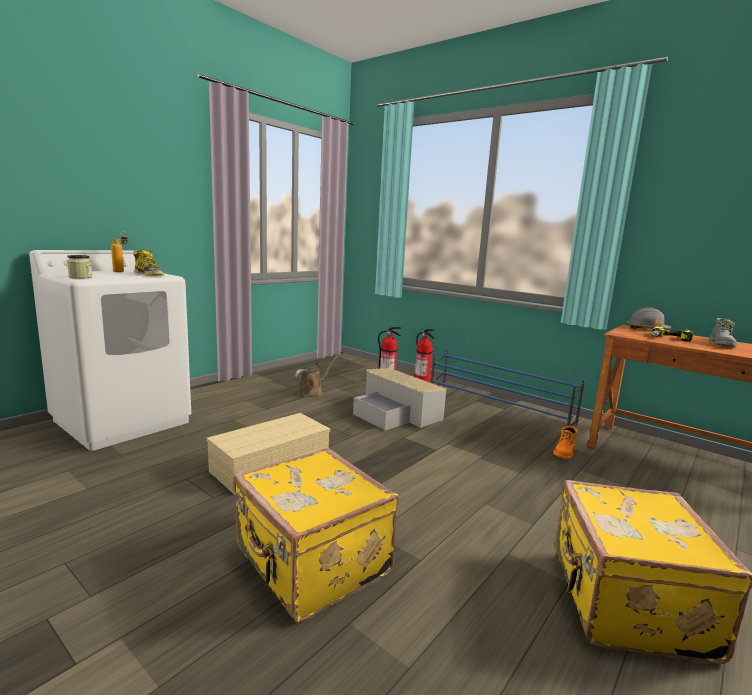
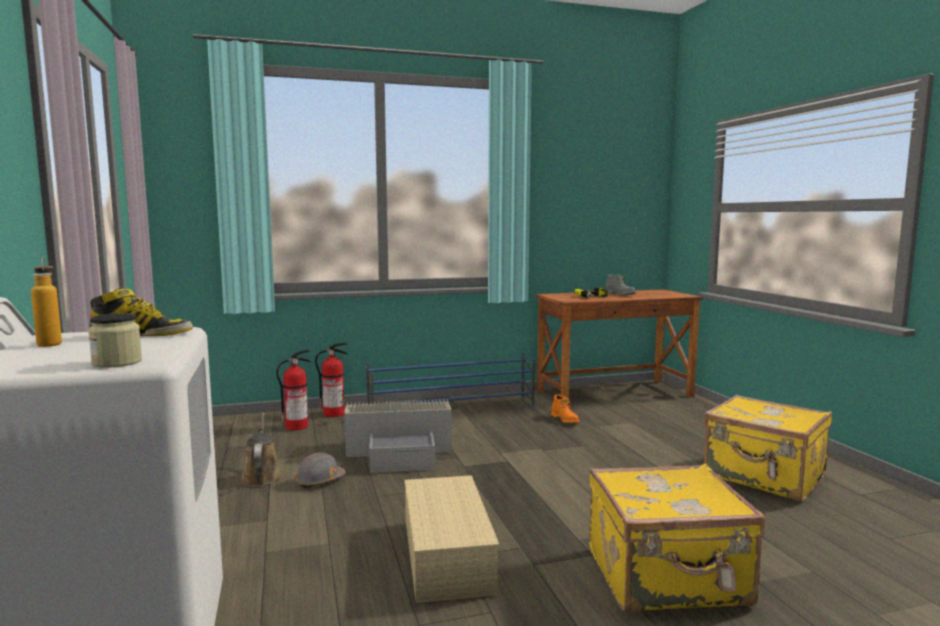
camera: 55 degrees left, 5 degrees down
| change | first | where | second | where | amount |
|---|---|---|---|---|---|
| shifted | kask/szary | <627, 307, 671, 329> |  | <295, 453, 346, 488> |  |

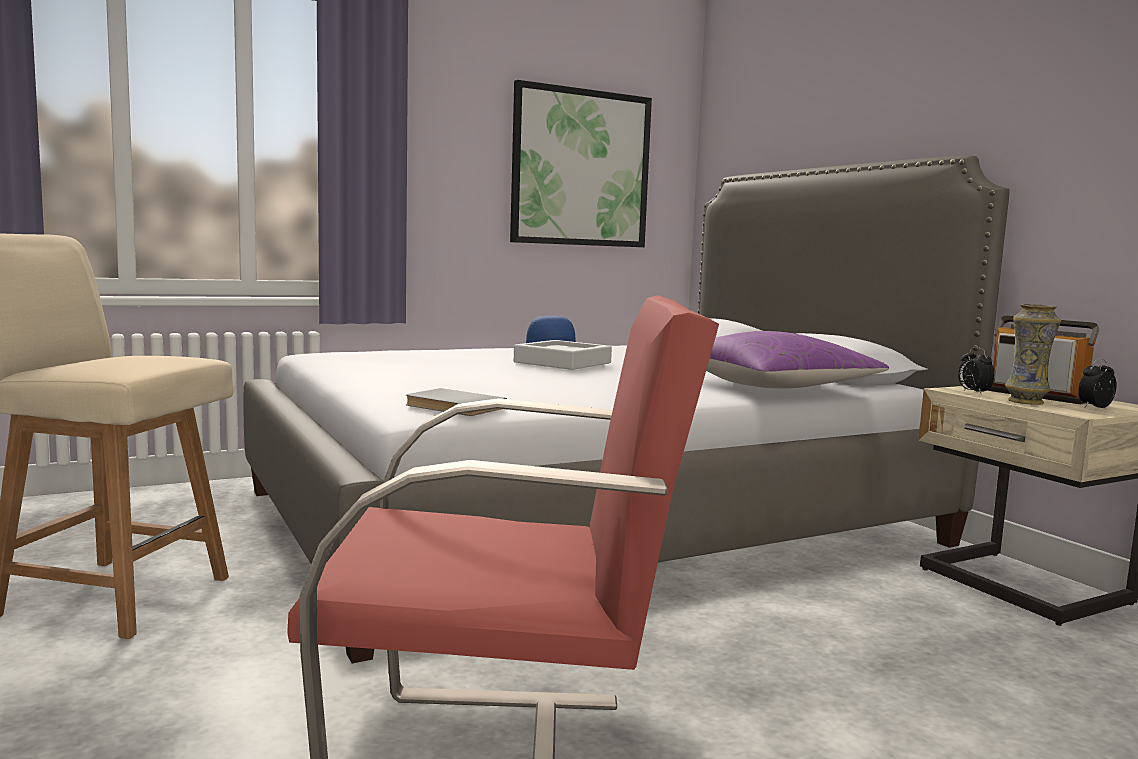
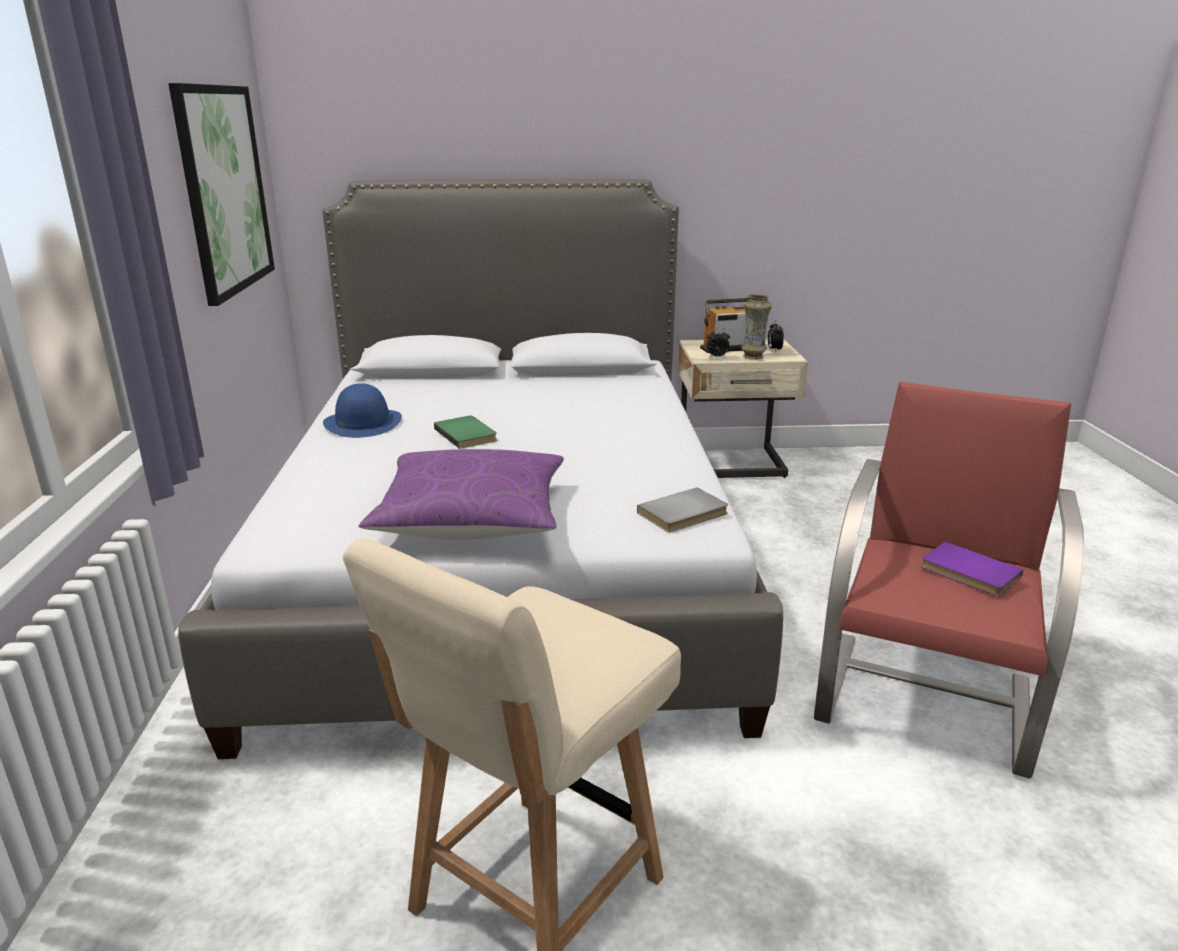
camera: 65 degrees left, 15 degrees up
| change | first | where | second | where | amount |
|---|---|---|---|---|---|
| shifted | poduszka/fioletowy | <706, 331, 889, 389> |  | <358, 449, 564, 540> |  |
| swapped | taca/szary | <514, 340, 612, 370> | książka/zielony | <434, 416, 497, 449> |  |
| new |  |  | książka/fioletowy | <921, 542, 1024, 596> |  |

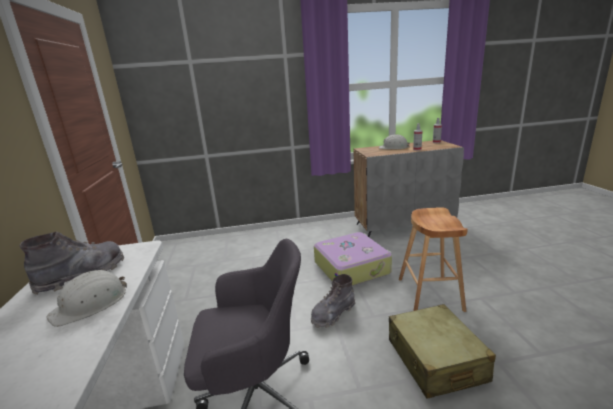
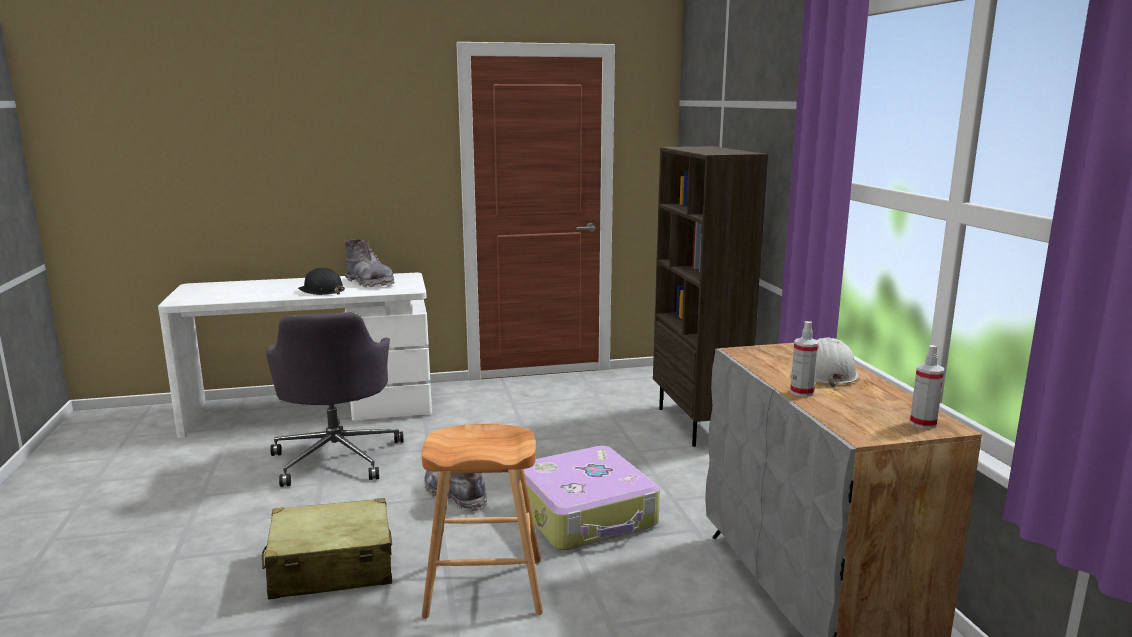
camera: 85 degrees right, 5 degrees down
| change | first | where | second | where | amount |
|---|---|---|---|---|---|
| repainted | kask/biały | <47, 270, 127, 327> | kask/czarny | <298, 268, 345, 295> |  |
| new |  |  | regał/brązowy | <653, 146, 768, 447> |  |

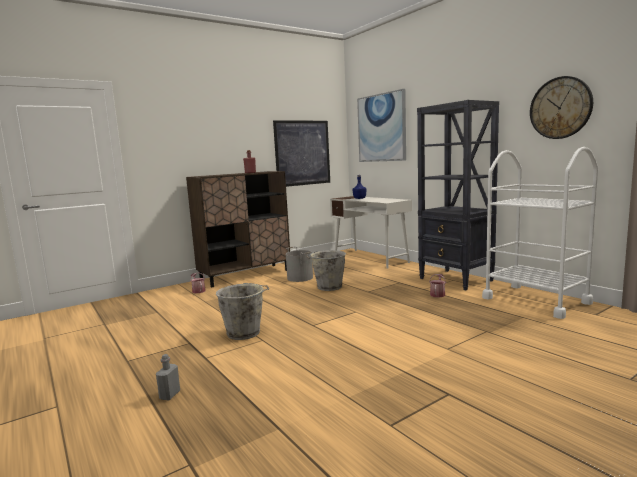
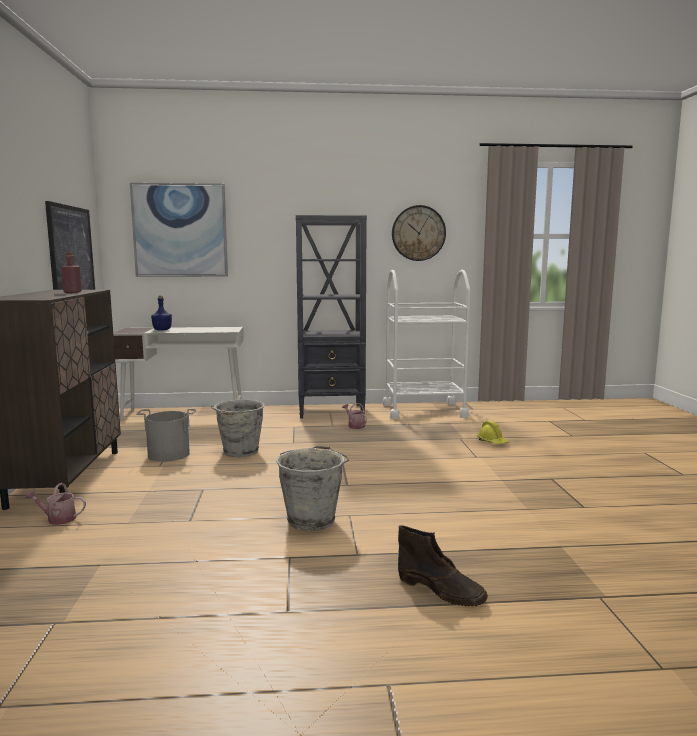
camera: 60 degrees left, 0 degrees up
| change | first | where | second | where | amount |
|---|---|---|---|---|---|
| swapped | butelka/szary | <156, 354, 180, 400> | but z cholewką/brązowy | <398, 525, 488, 607> |  |
| new |  |  | kask/żółty | <477, 421, 509, 444> |  |

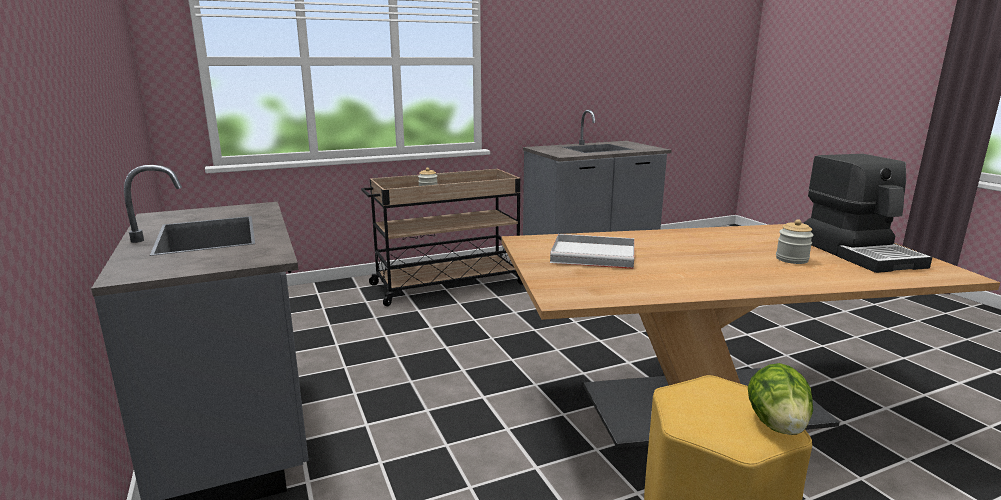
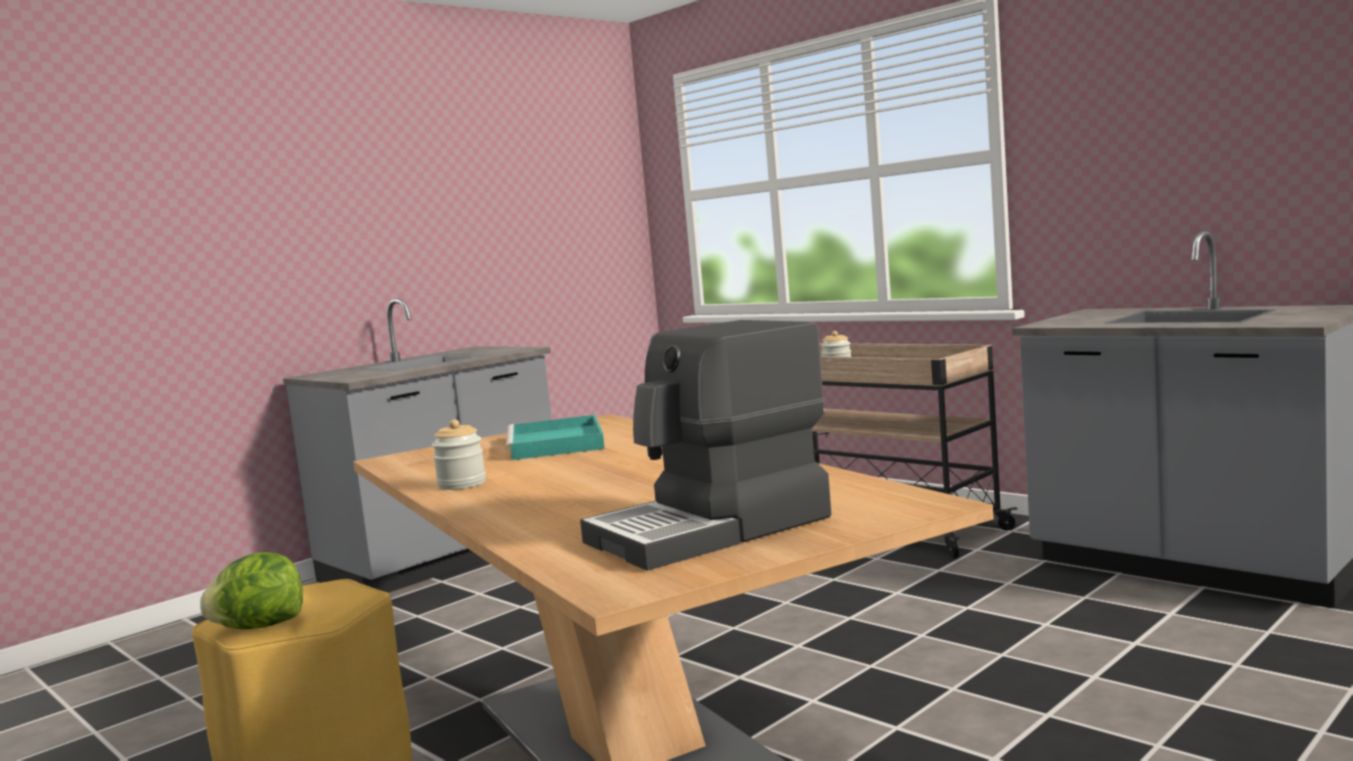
camera: 70 degrees right, 10 degrees down
| change | first | where | second | where | amount |
|---|---|---|---|---|---|
| shifted | słoik | <776, 220, 814, 264> |  | <432, 419, 486, 490> |  |
| repainted | taca/biały | <550, 234, 634, 269> | taca/turkusowy | <506, 415, 605, 460> |  |

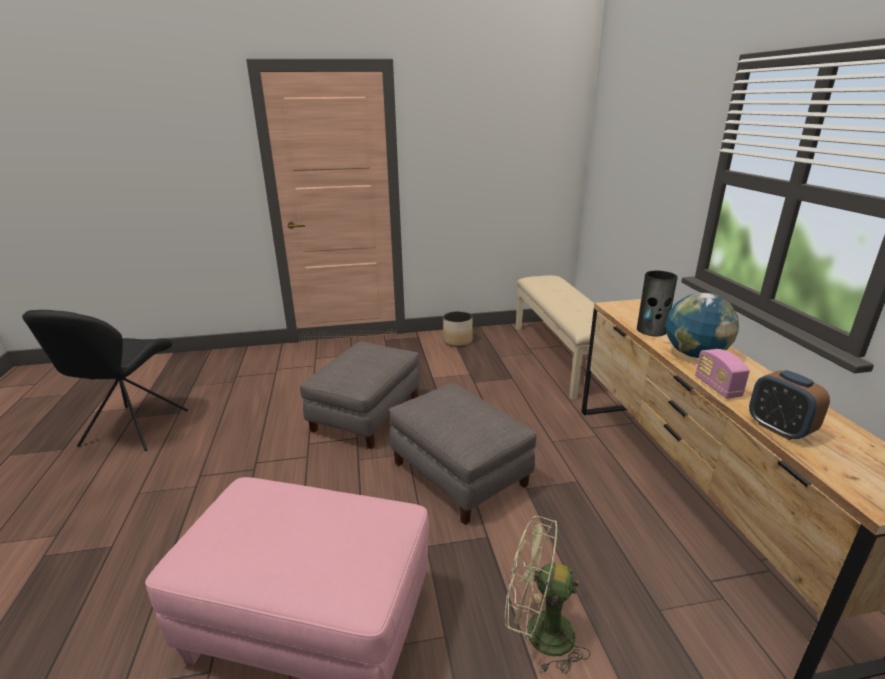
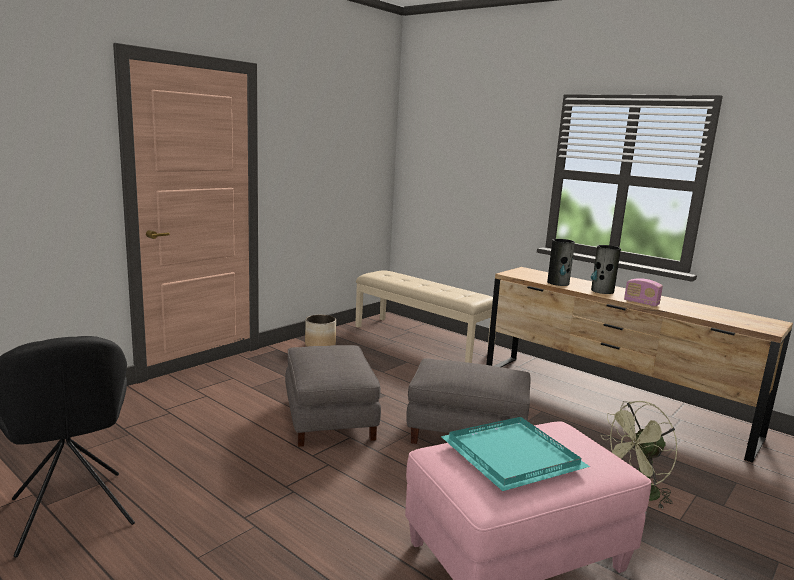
camera: 40 degrees left, 10 degrees down
| change | first | where | second | where | amount |
|---|---|---|---|---|---|
| new |  |  | taca/turkusowy | <441, 417, 590, 491> |  |
| swapped | globus | <666, 293, 739, 358> | wazon | <591, 245, 621, 294> |  |
| gone | budzik | <749, 370, 830, 440> |  |  |  |

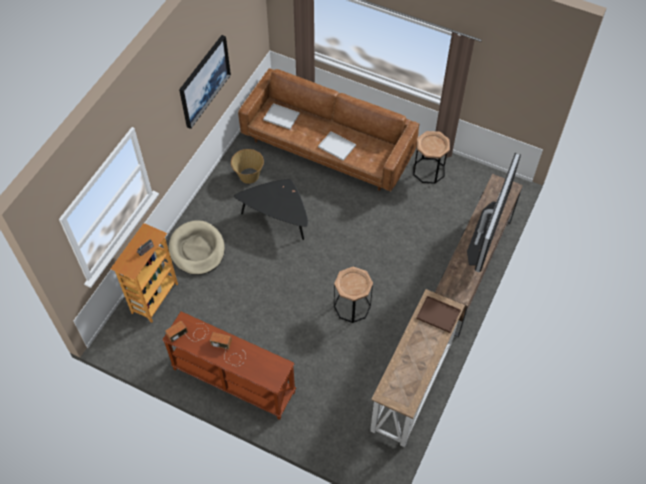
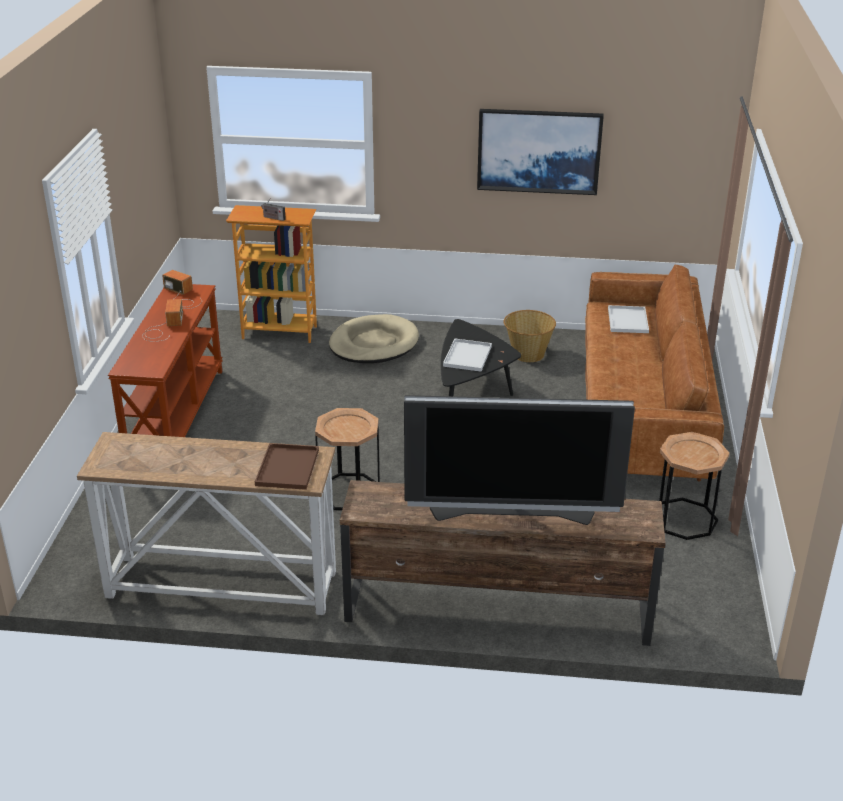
camera: 70 degrees right, 25 degrees down
| change | first | where | second | where | amount |
|---|---|---|---|---|---|
| shifted | taca/biały | <318, 131, 356, 161> |  | <443, 339, 492, 372> |  |

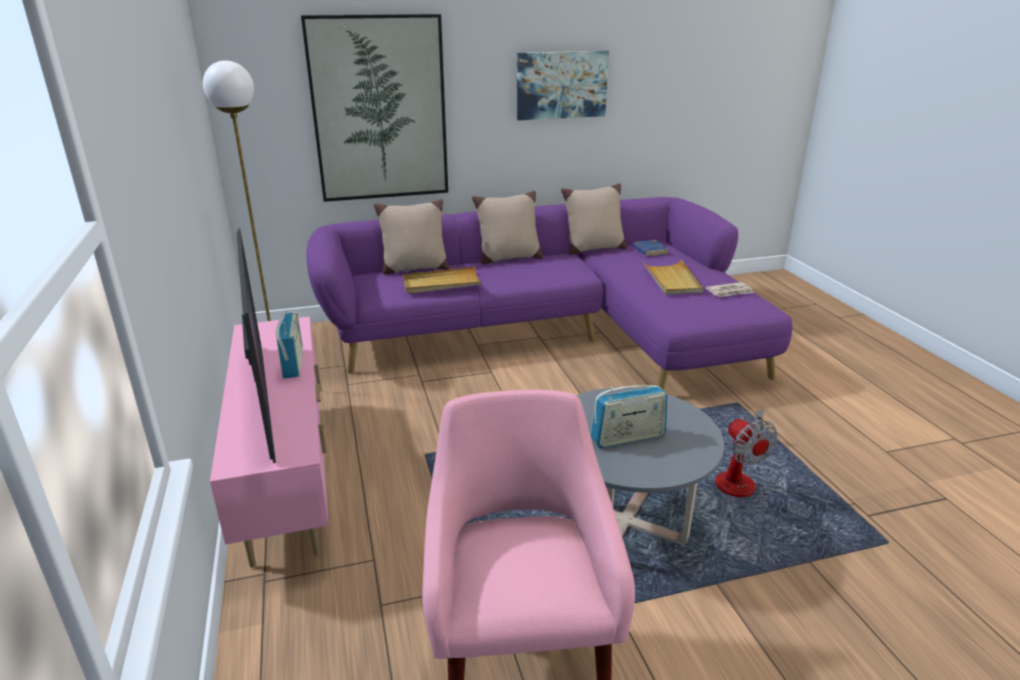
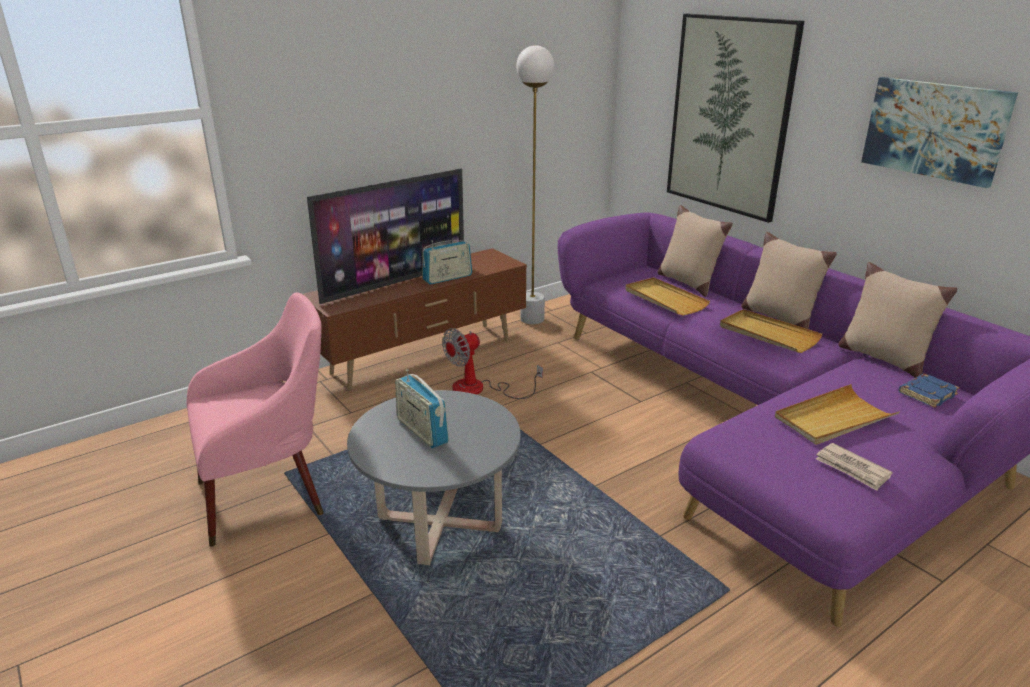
camera: 70 degrees right, 0 degrees up
| change | first | where | second | where | amount |
|---|---|---|---|---|---|
| repainted | szafka pod telewizor/różowy | <210, 317, 329, 568> | szafka pod telewizor/brązowy | <303, 248, 527, 391> |  |
| shifted | wentylator | <716, 409, 777, 497> |  | <442, 328, 543, 399> |  |
| new |  |  | taca/beżowy | <720, 309, 823, 353> |  |

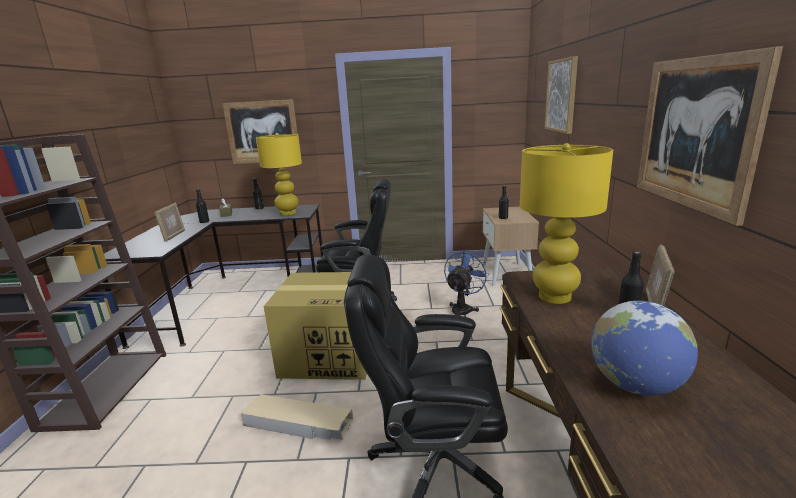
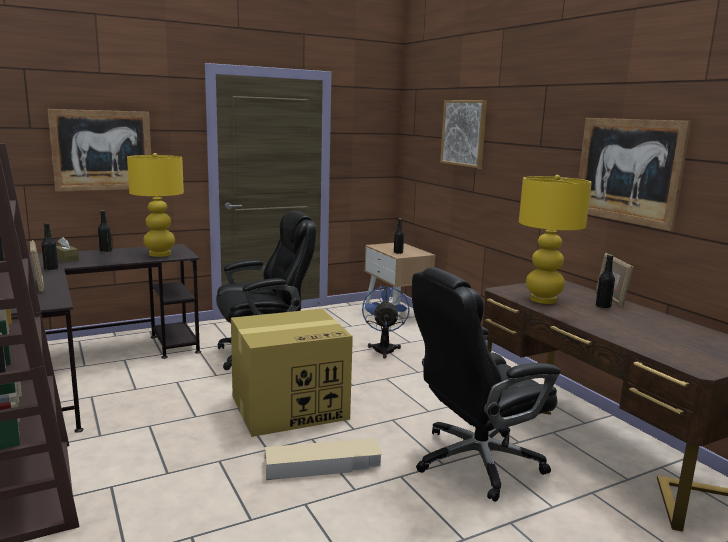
camera: 30 degrees left, 5 degrees down
| change | first | where | second | where | amount |
|---|---|---|---|---|---|
| gone | globus | <591, 301, 698, 396> |  |  |  |

